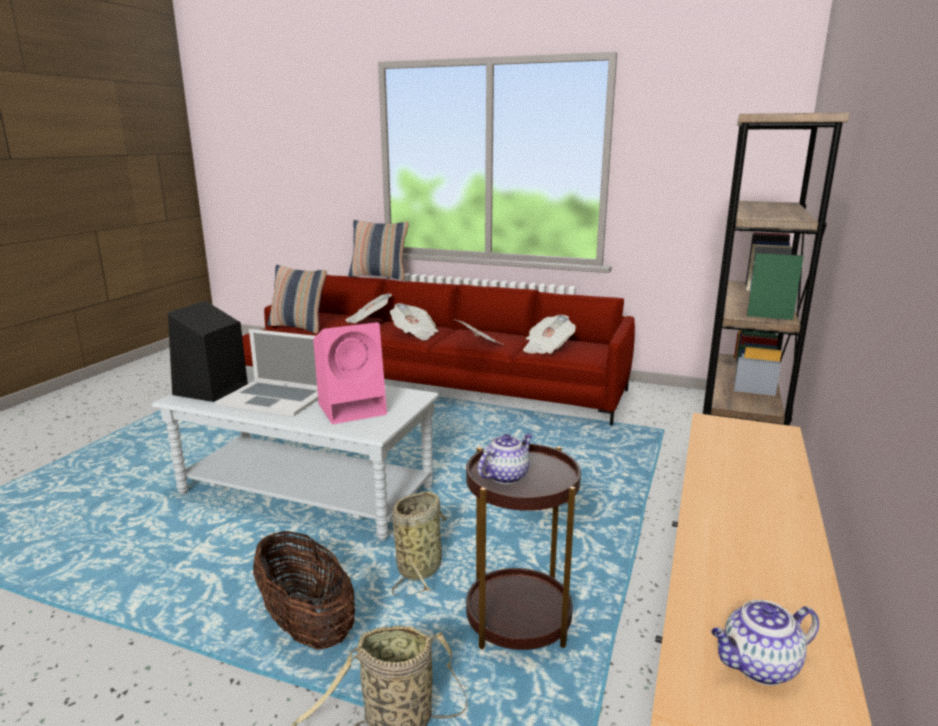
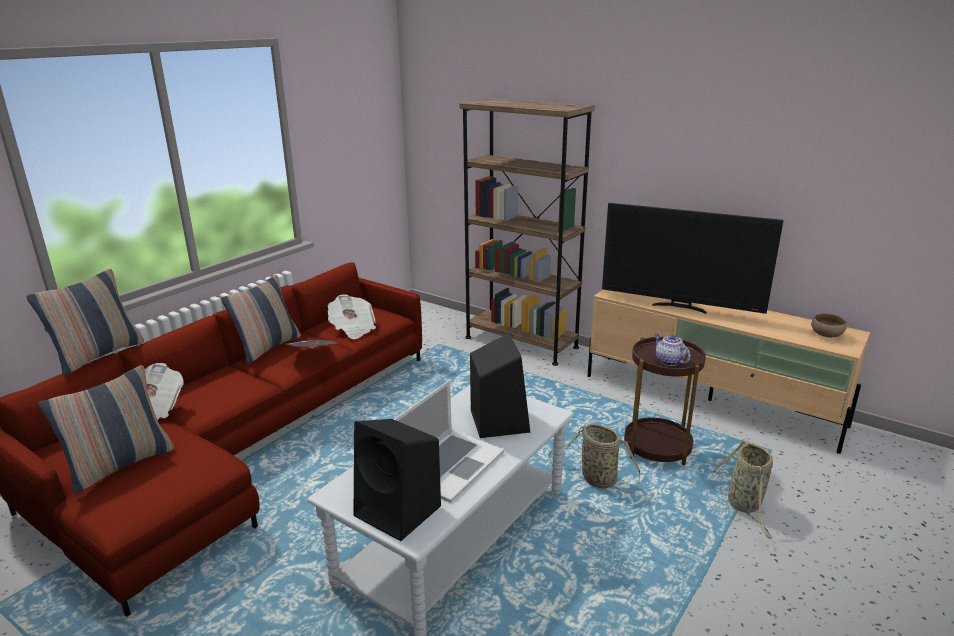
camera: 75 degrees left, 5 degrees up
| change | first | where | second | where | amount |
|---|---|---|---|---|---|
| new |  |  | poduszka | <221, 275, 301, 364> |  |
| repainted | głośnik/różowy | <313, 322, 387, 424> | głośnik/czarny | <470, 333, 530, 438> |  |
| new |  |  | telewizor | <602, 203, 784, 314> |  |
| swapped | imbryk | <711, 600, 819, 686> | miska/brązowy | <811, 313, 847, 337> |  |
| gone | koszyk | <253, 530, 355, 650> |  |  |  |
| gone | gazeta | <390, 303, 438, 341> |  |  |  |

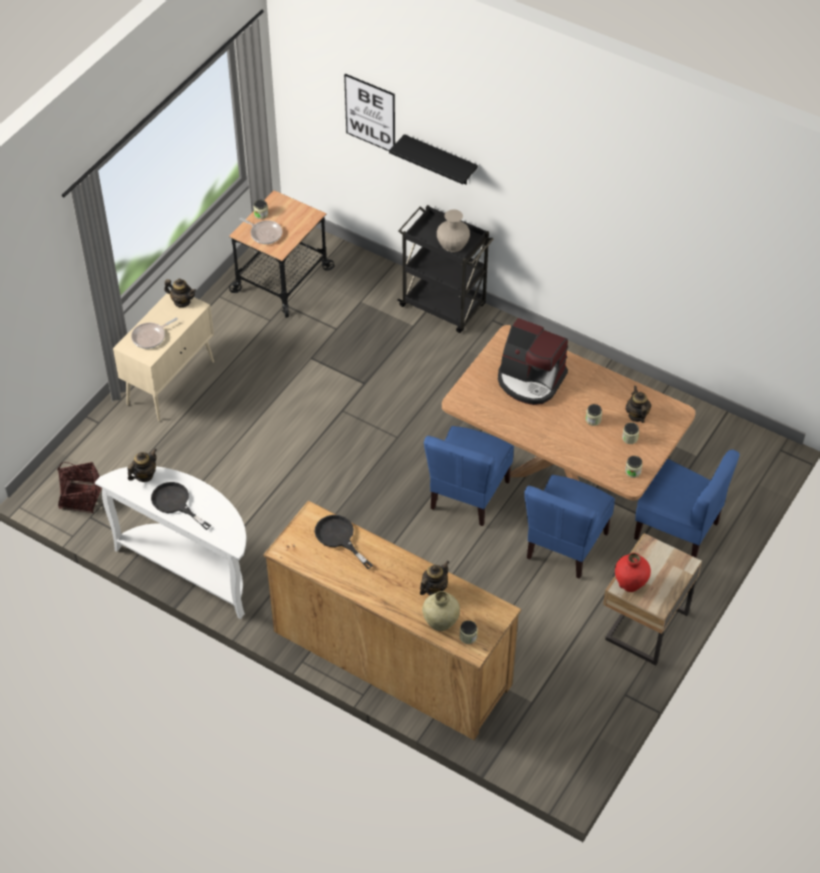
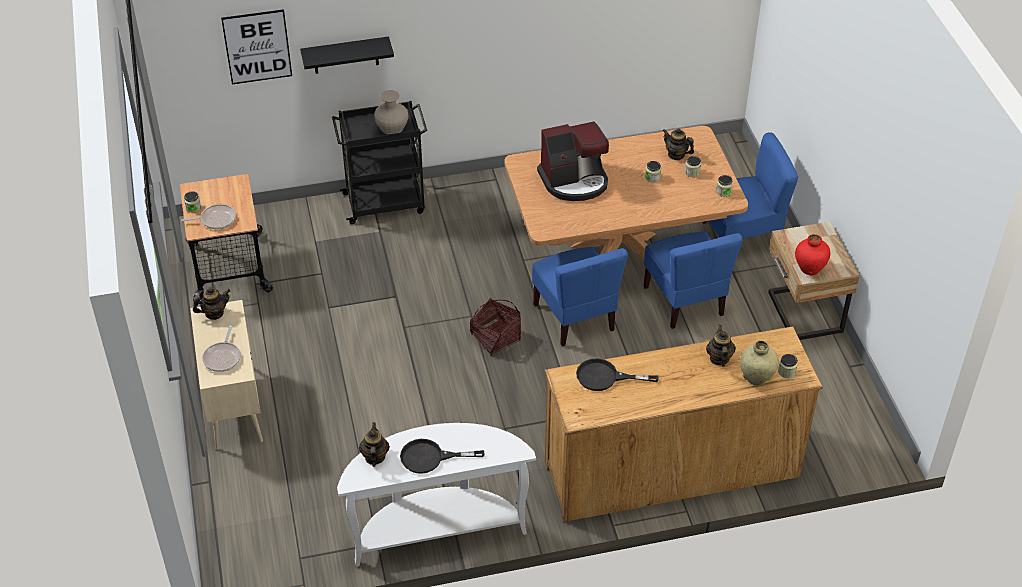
camera: 45 degrees left, 5 degrees down
| change | first | where | second | where | amount |
|---|---|---|---|---|---|
| shifted | koszyk | <57, 462, 101, 513> |  | <470, 298, 521, 356> |  |

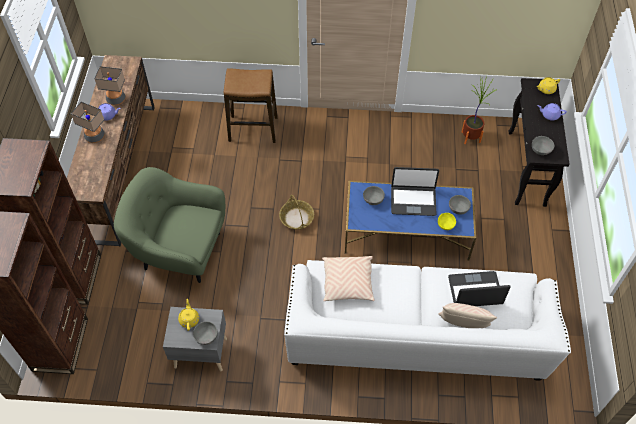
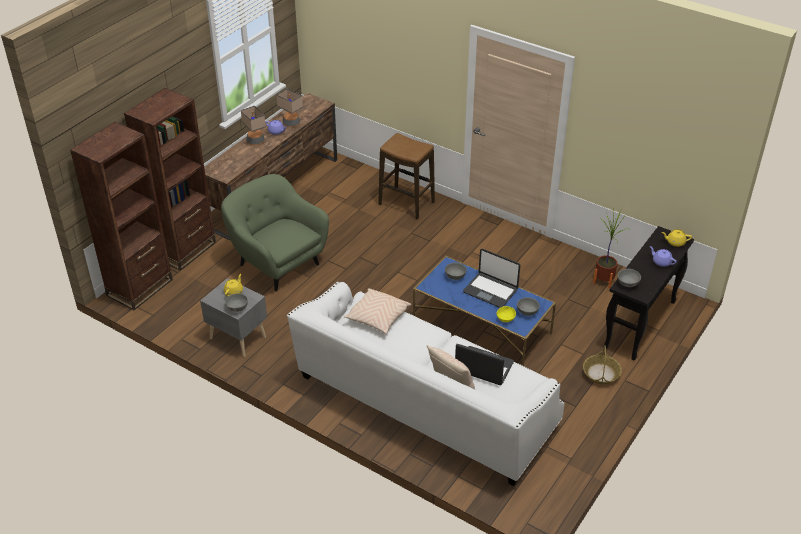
camera: 30 degrees right, 15 degrees down
| change | first | where | second | where | amount |
|---|---|---|---|---|---|
| shifted | koszyk | <279, 195, 314, 230> |  | <583, 345, 622, 384> |  |

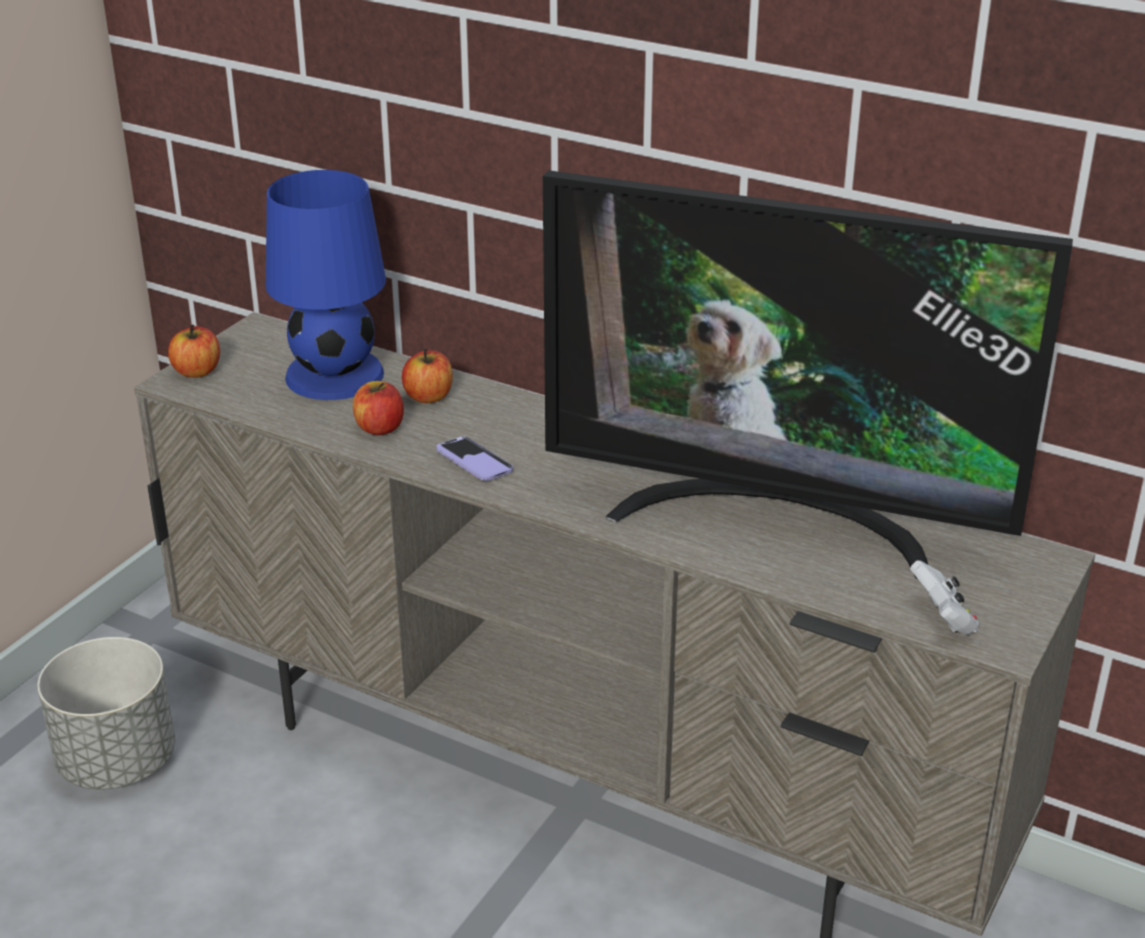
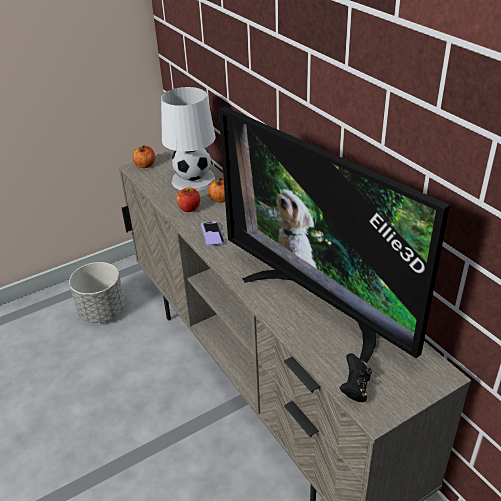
camera: 30 degrees right, 5 degrees up
| change | first | where | second | where | amount |
|---|---|---|---|---|---|
| repainted | lampa stołowa/niebieski | <266, 170, 386, 400> | lampa stołowa/biały | <161, 87, 216, 191> |  |
| repainted | pad do gier/biały | <910, 560, 979, 635> | pad do gier/czarny | <340, 353, 372, 403> |  |

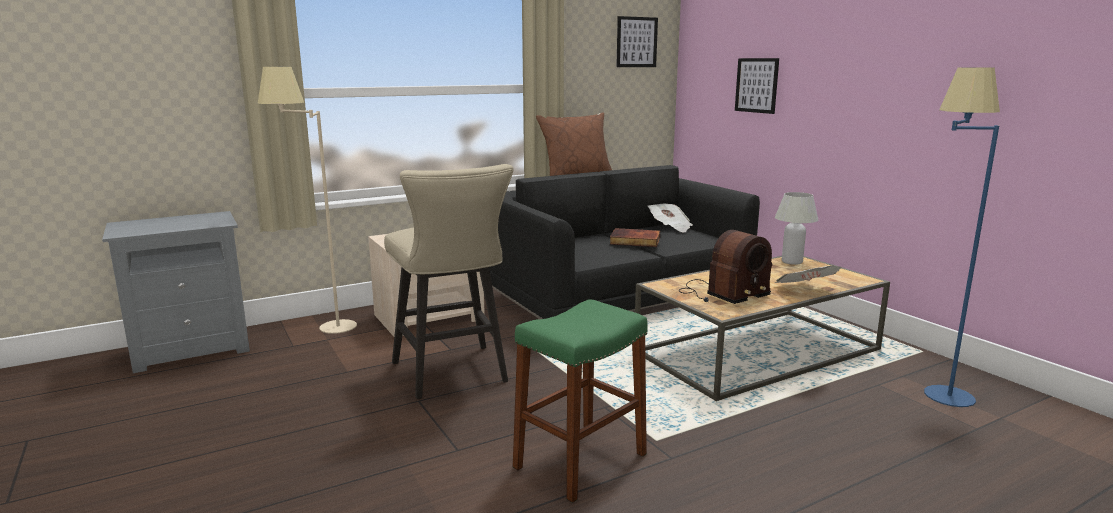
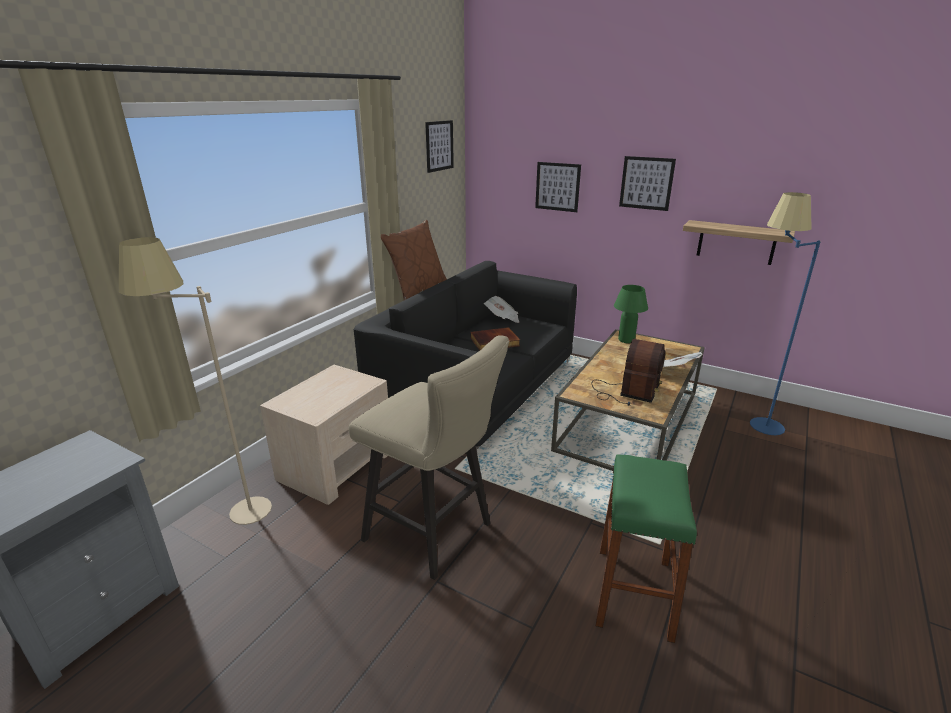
camera: 30 degrees left, 10 degrees up
| change | first | where | second | where | amount |
|---|---|---|---|---|---|
| repainted | lampa stołowa/biały | <775, 192, 818, 265> | lampa stołowa/zielony | <614, 285, 648, 343> |  |
| new |  |  | obraz | <619, 156, 676, 211> |  |
| new |  |  | półka | <683, 220, 795, 265> |  |

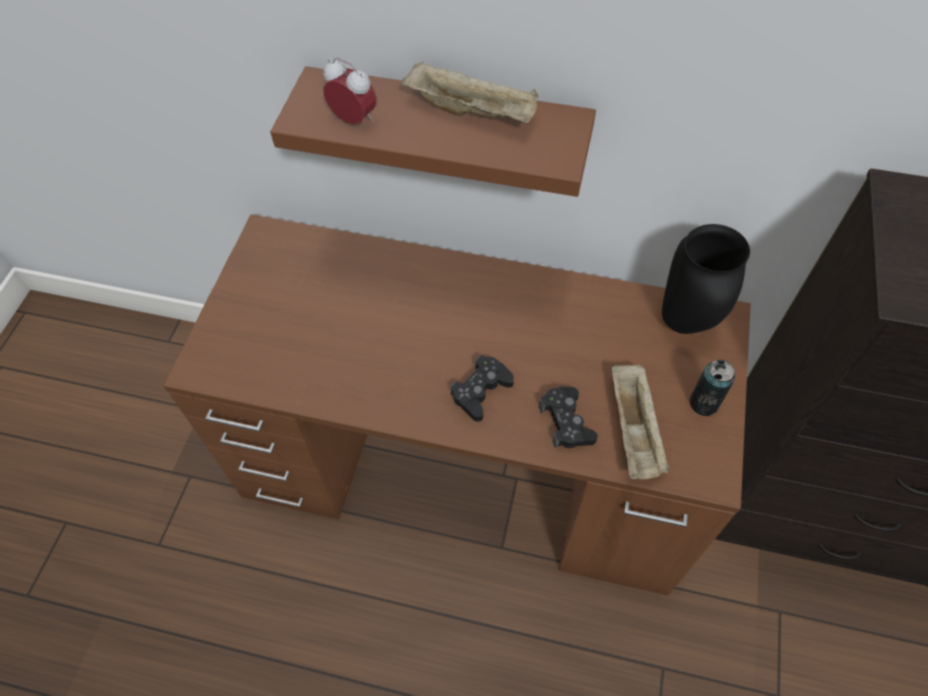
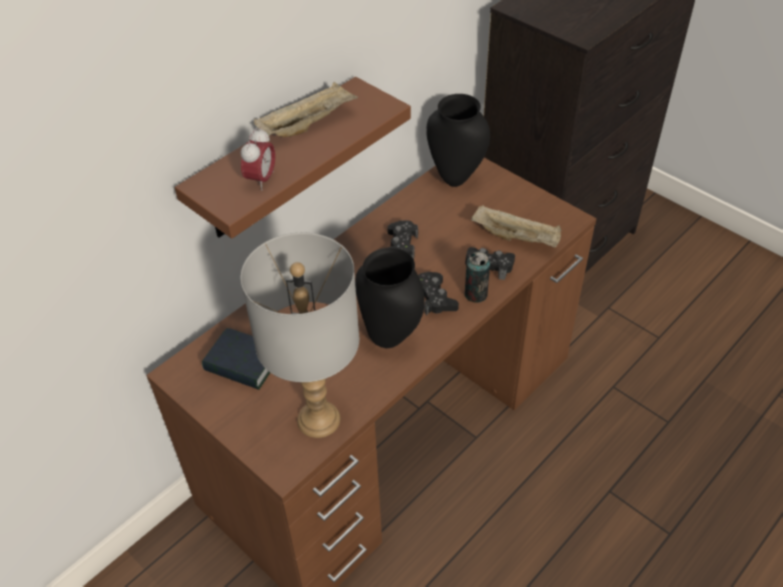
camera: 60 degrees left, 10 degrees down
| change | first | where | second | where | amount |
|---|---|---|---|---|---|
| new |  |  | książka | <202, 328, 270, 390> |  |
| rotated | budzik | <323, 57, 377, 125> |  | <241, 127, 275, 190> | 135 degrees clockwise |
| new |  |  | lampa stołowa/szary | <241, 233, 359, 438> |  |
| new |  |  | wazon/czarny | <355, 247, 425, 348> |  |
| new |  |  | pad do gier/czarny | <387, 220, 418, 259> |  |
| shifted | puszka | <690, 360, 735, 416> |  | <464, 252, 490, 303> |  |

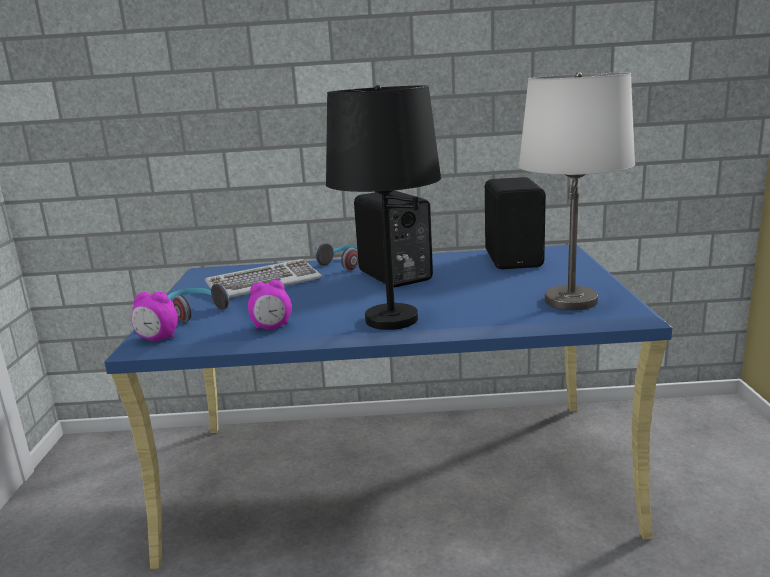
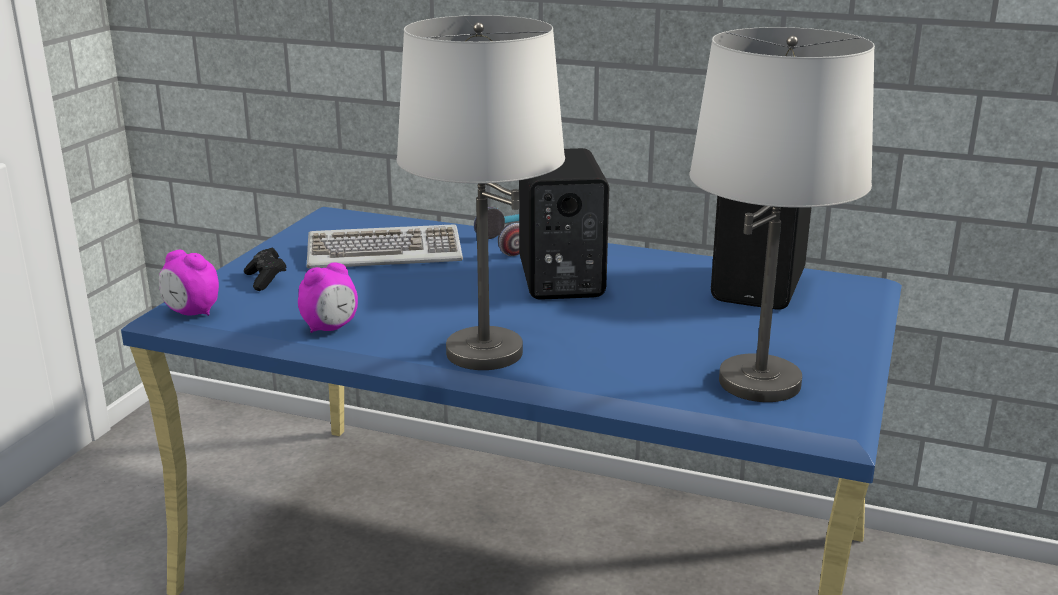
camera: 20 degrees right, 5 degrees up
| change | first | where | second | where | amount |
|---|---|---|---|---|---|
| swapped | słuchawki | <167, 283, 229, 322> | pad do gier/czarny | <244, 247, 287, 291> |  |
| rotated | budzik | <248, 280, 292, 329> |  | <298, 262, 358, 333> | 45 degrees counterclockwise |
| repainted | lampa stołowa/czarny | <326, 85, 441, 330> | lampa stołowa/biały | <397, 15, 565, 370> |  |

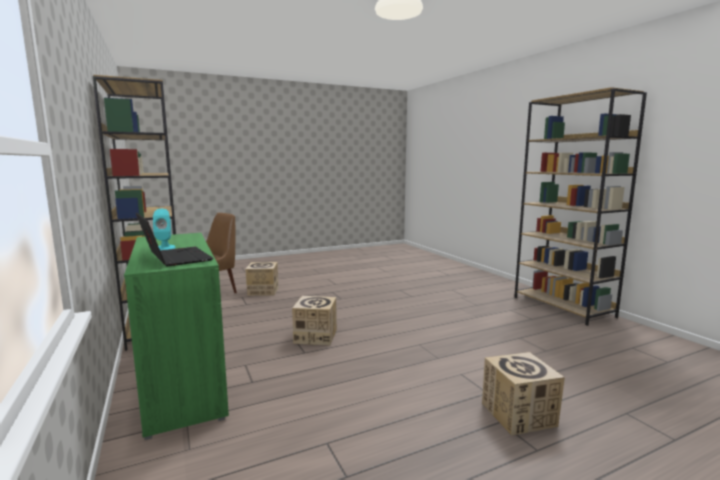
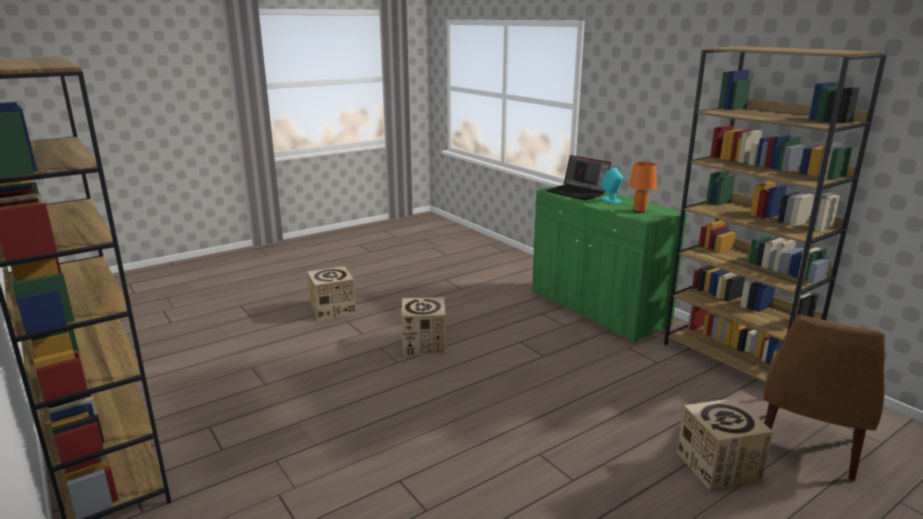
camera: 170 degrees right, 10 degrees up
| change | first | where | second | where | amount |
|---|---|---|---|---|---|
| shifted | karton | <292, 296, 337, 345> |  | <401, 297, 446, 356> |  |
| new |  |  | lampa stołowa/pomarańczowy | <629, 162, 657, 213> |  |

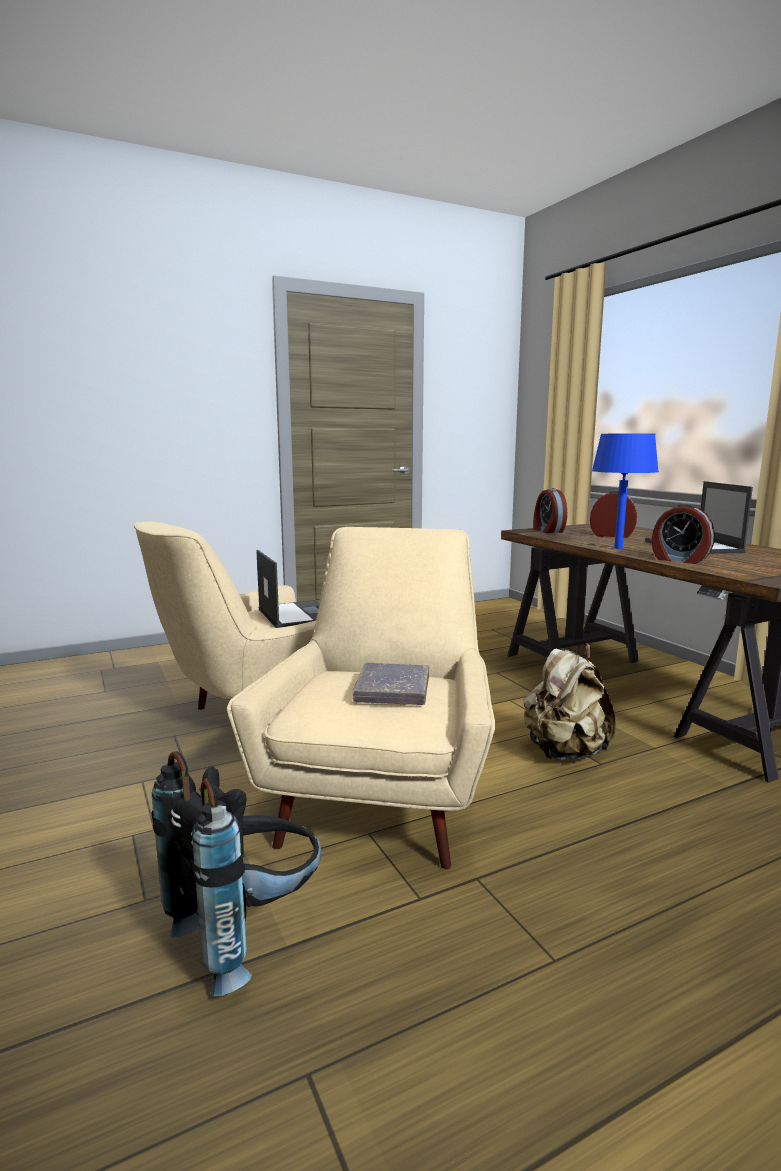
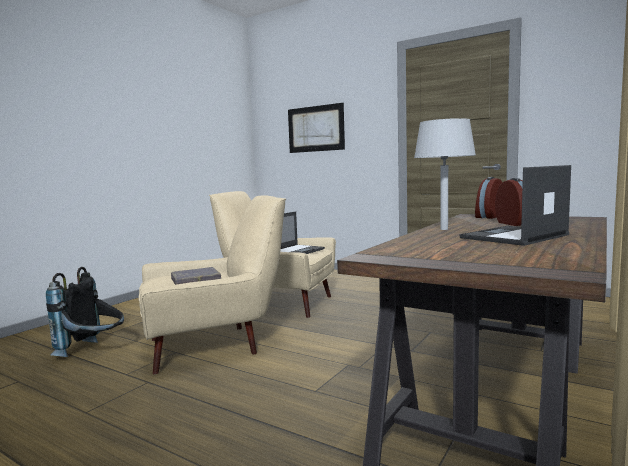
camera: 60 degrees right, 5 degrees down
| change | first | where | second | where | amount |
|---|---|---|---|---|---|
| new |  |  | obraz | <288, 103, 345, 153> |  |
| repainted | lampa stołowa/niebieski | <592, 434, 659, 549> | lampa stołowa/szary | <414, 118, 476, 230> |  |
| gone | plecak/beżowy | <524, 643, 616, 760> |  |  |  |
| gone | budzik | <651, 504, 715, 564> |  |  |  |

